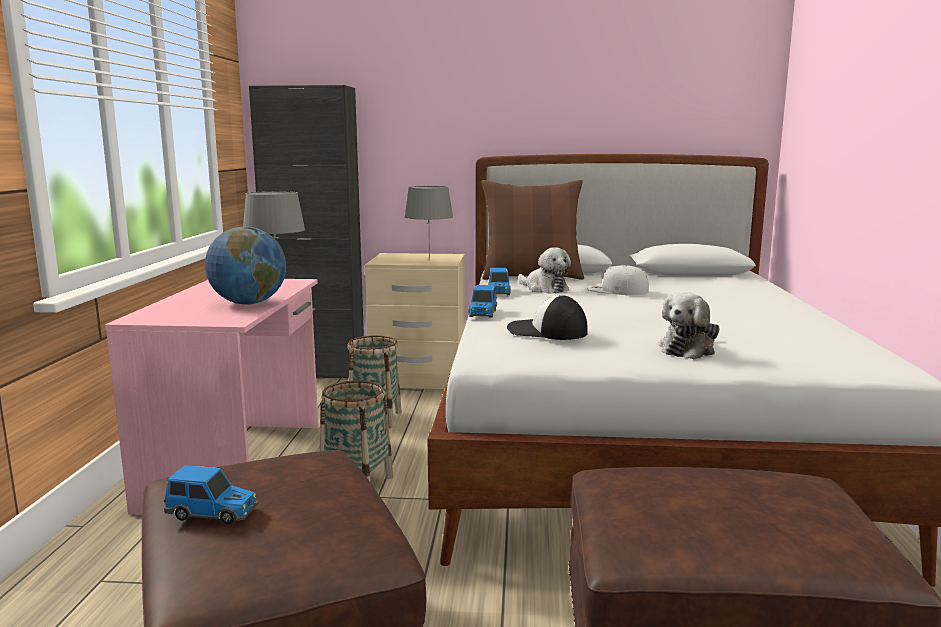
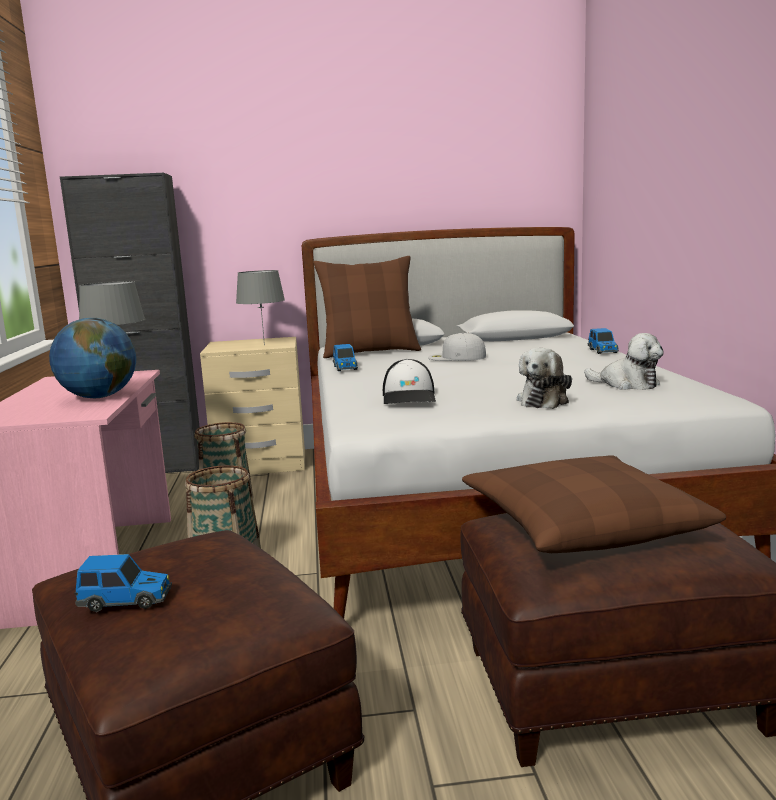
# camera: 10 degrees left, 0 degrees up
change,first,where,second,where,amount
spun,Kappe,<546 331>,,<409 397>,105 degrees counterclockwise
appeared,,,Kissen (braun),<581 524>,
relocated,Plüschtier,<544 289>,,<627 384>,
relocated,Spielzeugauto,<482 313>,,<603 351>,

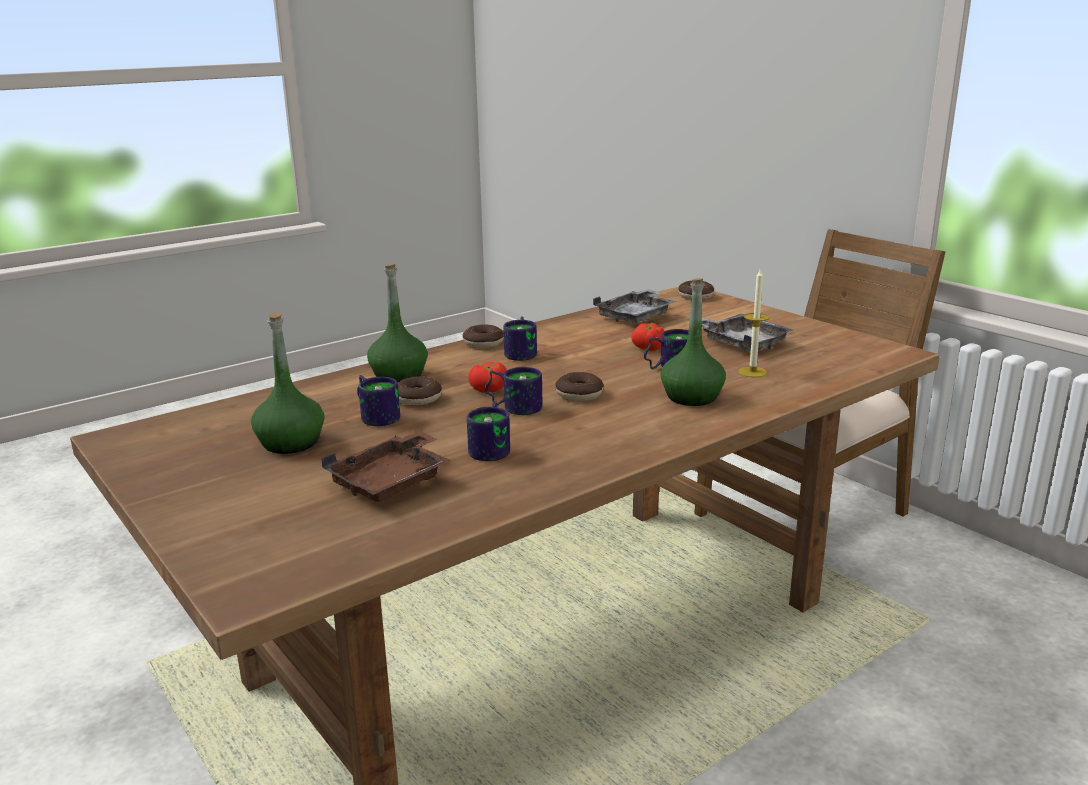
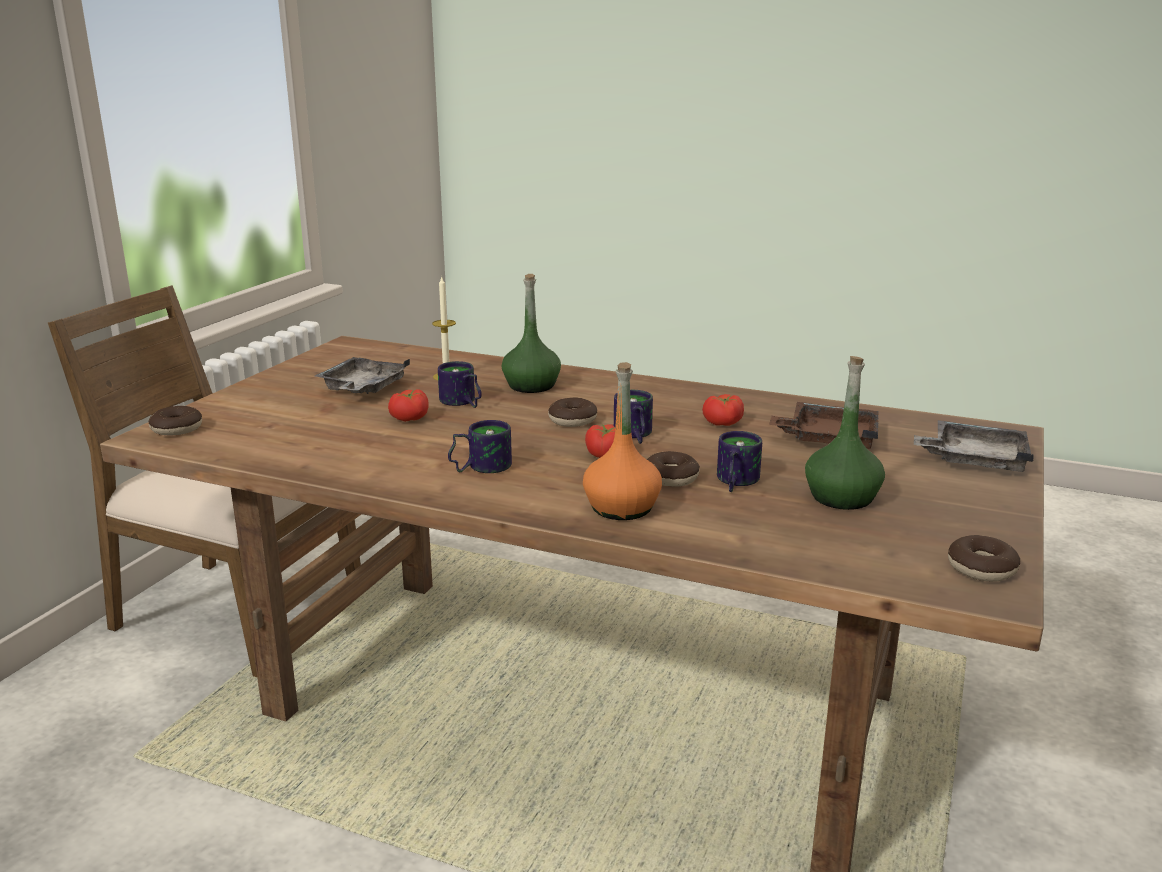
# camera: 120 degrees left, 0 degrees up
change,first,where,second,where,amount
colour,Flasche (grün),<398 375>,Flasche (orange),<622 508>,
exchanged,Henkelbecher,<493 448>,Tomate,<723 423>,
relocated,Tablett (grau),<636 316>,,<974 460>,
relocated,Donut,<483 343>,,<981 568>,

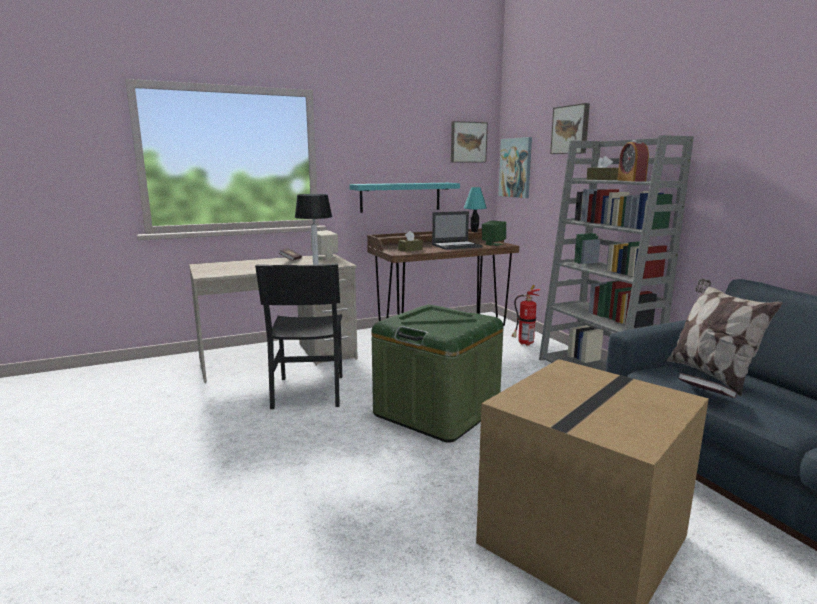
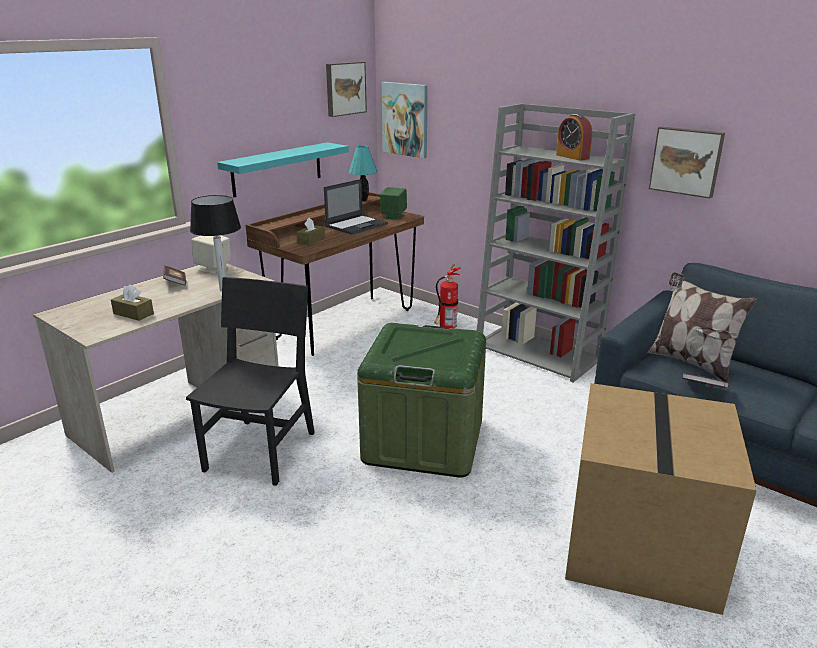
# camera: 25 degrees left, 10 degrees up
change,first,where,second,where,amount
relocated,Taschentuchbox (braun),<602 179>,,<133 314>,
spun,Stuhl (schwarz),<308 391>,,<261 451>,135 degrees counterclockwise
relocated,Bild,<571 129>,,<686 161>,

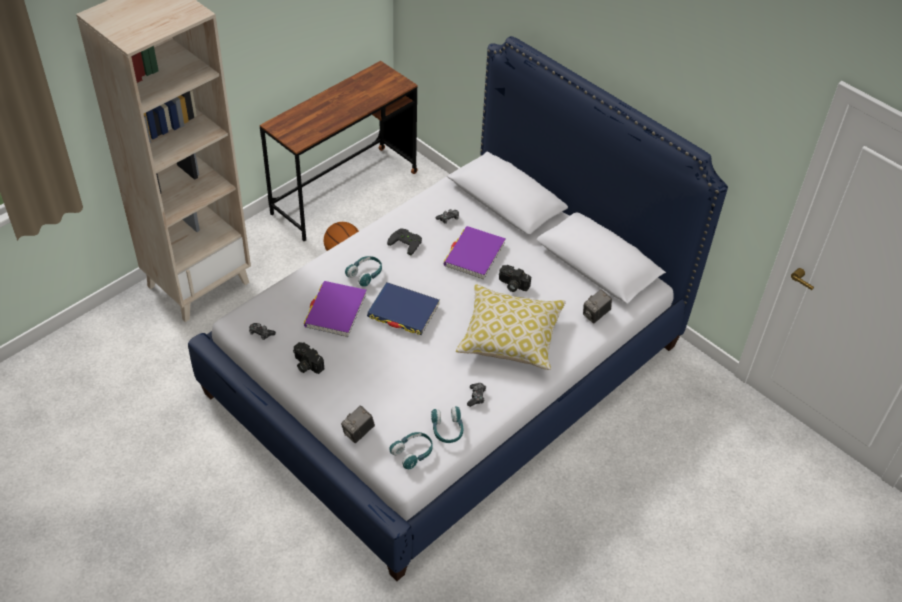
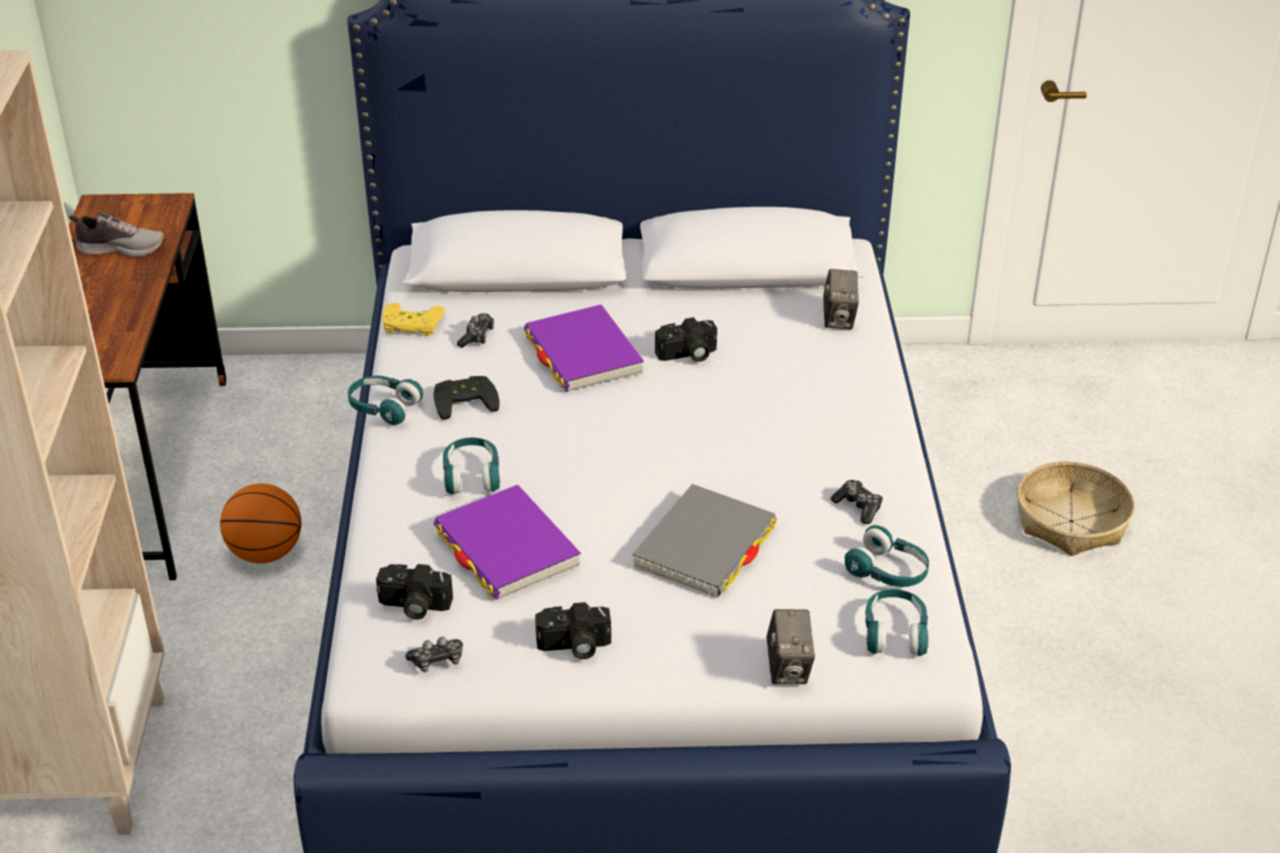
# camera: 45 degrees left, 10 degrees down
change,first,where,second,where,amount
appeared,,,Schuh,<122 248>,
appeared,,,Kopfhörer (türkis),<384 408>,
appeared,,,Kamera,<413 606>,
appeared,,,Gamepad (gelb),<411 325>,
appeared,,,Buch (grau),<705 546>,
appeared,,,Korb,<1071 521>,
missing,Buch (blau),<403 311>,,,
missing,Kissen,<510 337>,,,

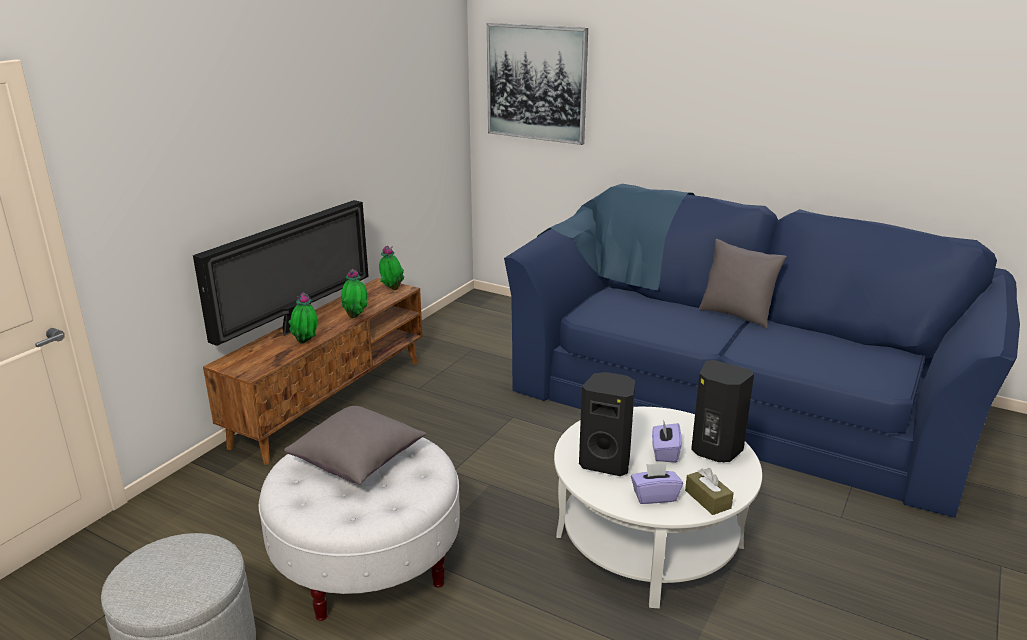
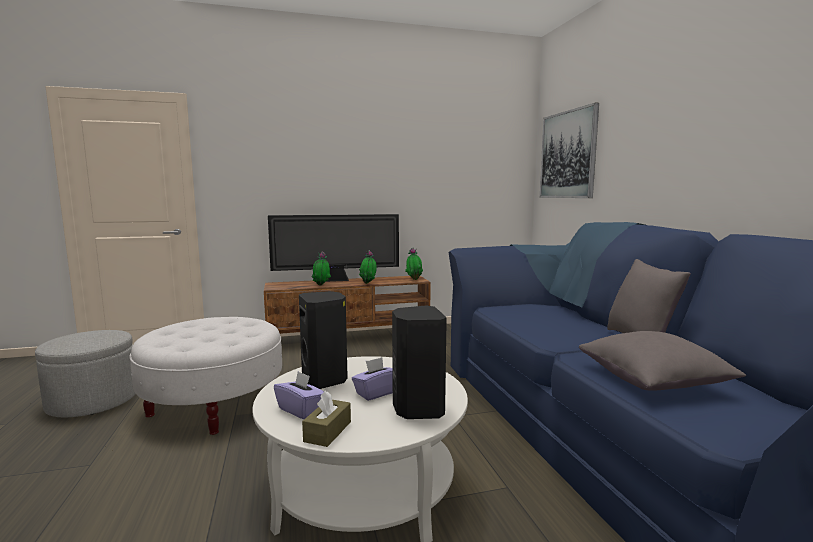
# camera: 45 degrees right, 15 degrees down
change,first,where,second,where,amount
relocated,Kissen (grau),<358 460>,,<653 381>,

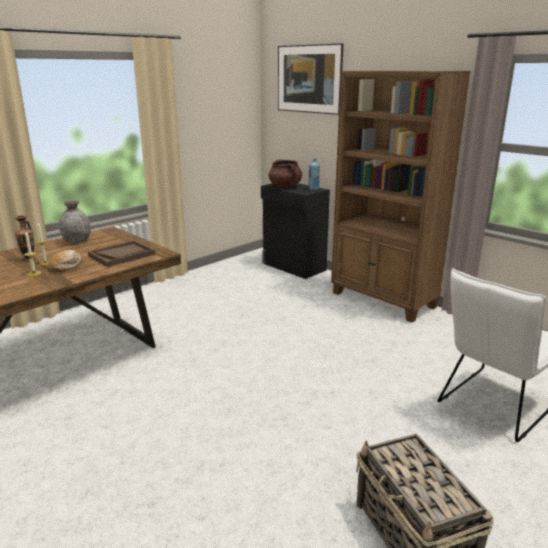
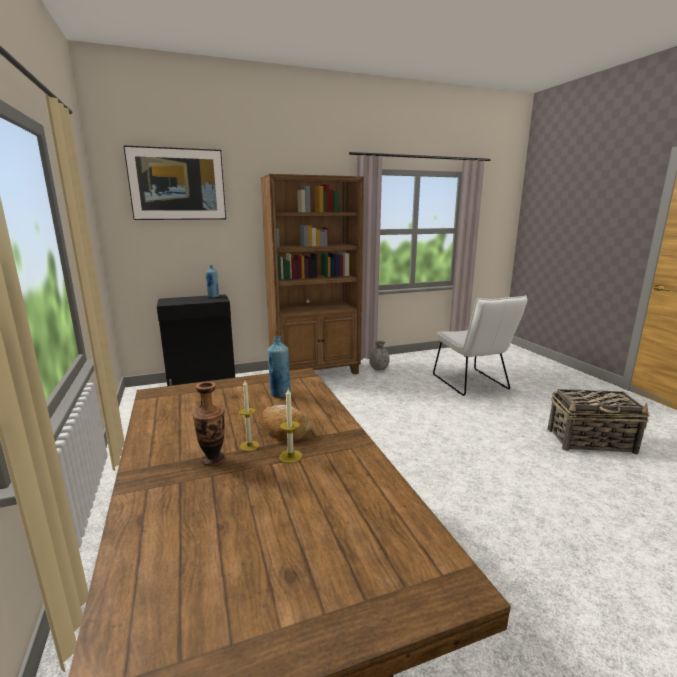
# camera: 65 degrees left, 5 degrees down
change,first,where,second,where,amount
exchanged,Tablett (braun),<122 255>,Flasche (blau),<280 394>,
relocated,Vase (grau),<77 241>,,<379 369>,
missing,Kochtopf (braun),<285 186>,,,

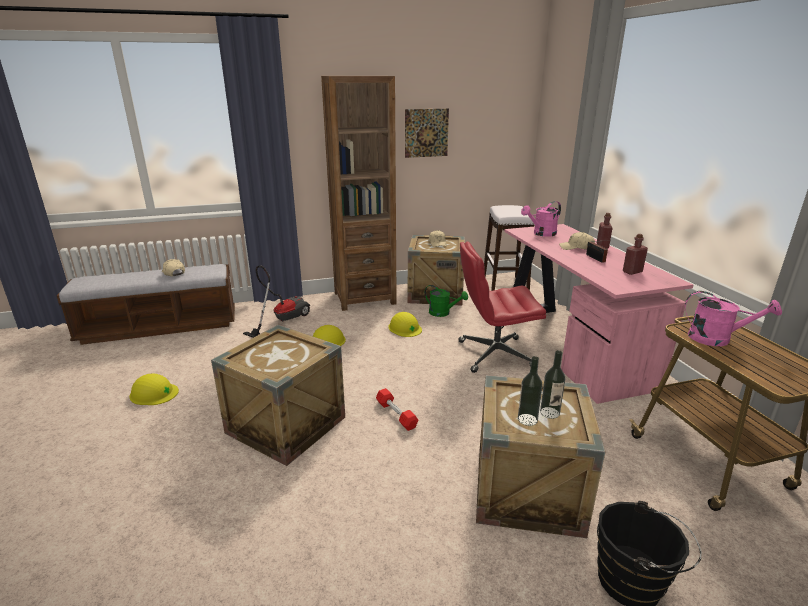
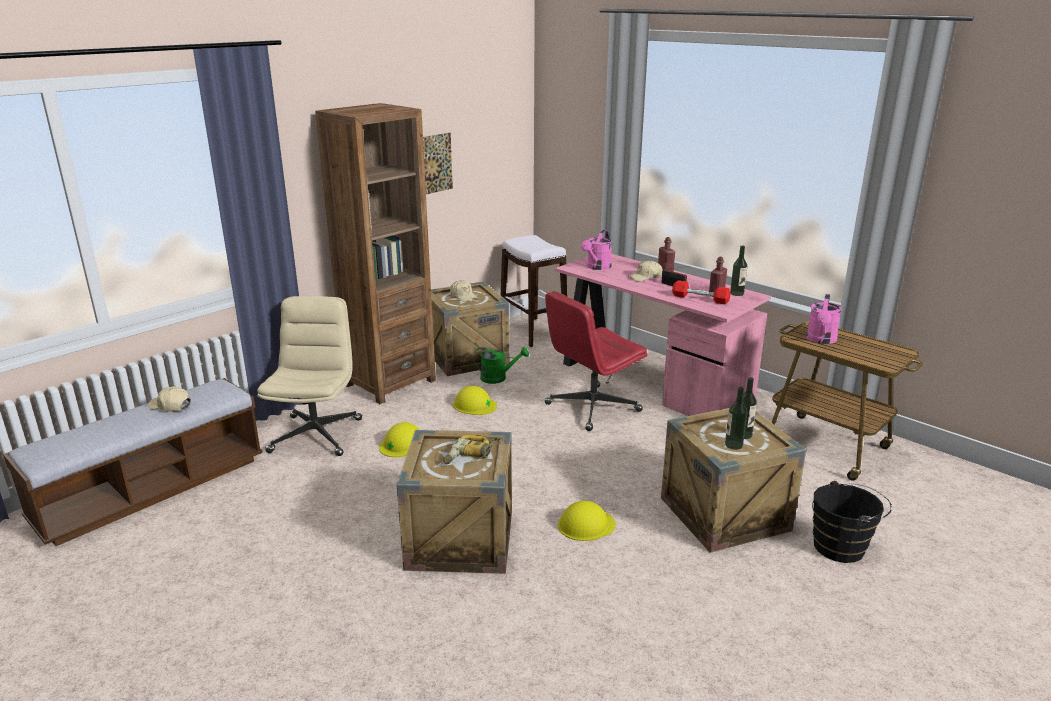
# camera: 30 degrees left, 0 degrees up
change,first,where,second,where,amount
exchanged,Staubsauger,<281 320>,Bürostuhl (beige),<316 435>,
appeared,,,Bohrmaschine,<471 456>,
relocated,Schutzhelm (gelb),<154 393>,,<586 525>,
relocated,Hantel (rot),<396 415>,,<700 299>,
appeared,,,Flasche,<737 293>,
spun,Gießkanne (rosa),<717 339>,,<821 340>,120 degrees clockwise

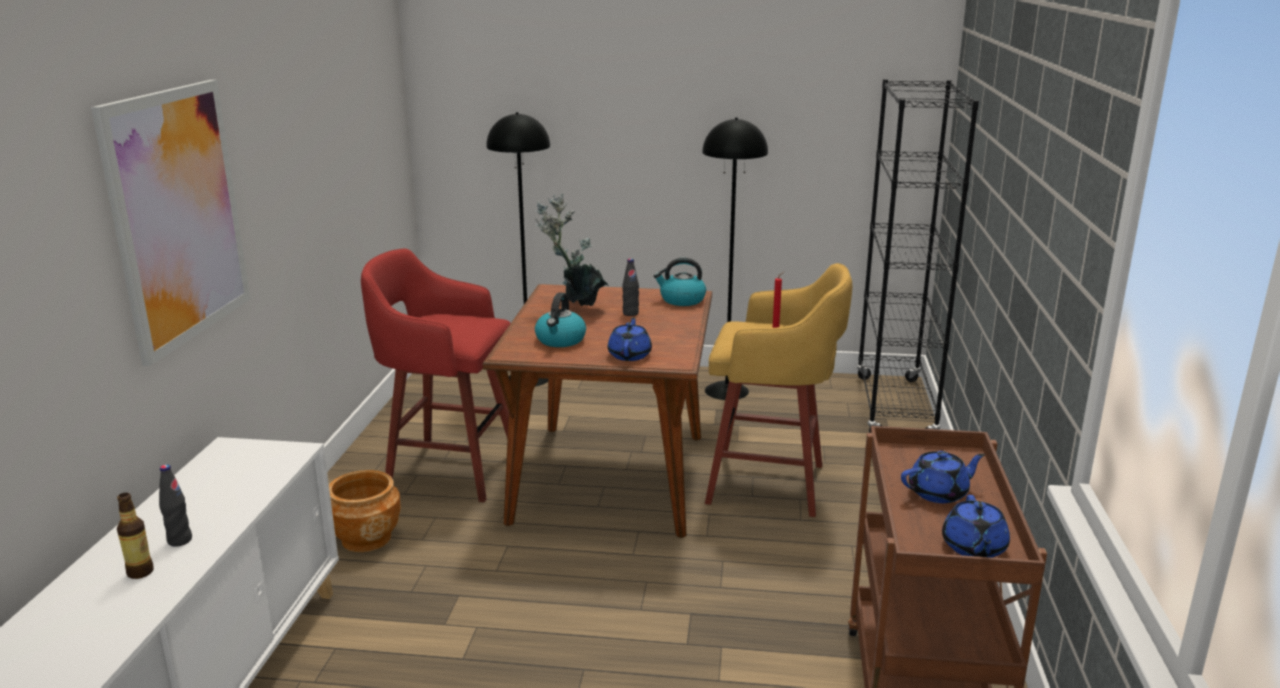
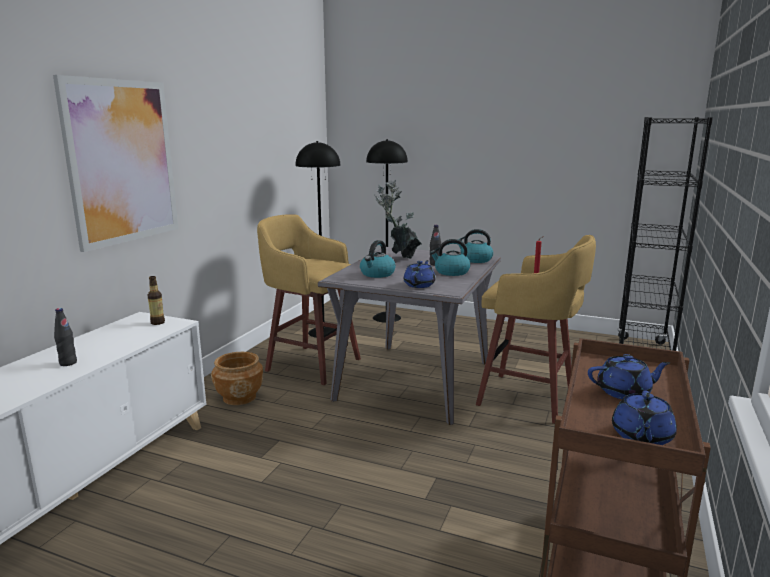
# camera: 15 degrees right, 5 degrees down
change,first,where,second,where,amount
relocated,Flasche,<140 572>,,<157 322>,
colour,Hocker (rot),<449 470>,Hocker (gelb),<311 364>,
relocated,Stehlampe (schwarz),<726 390>,,<323 332>,
colour,Esstisch (braun),<610 477>,Esstisch (grau),<415 380>,
appeared,,,Wasserkessel,<451 272>,

